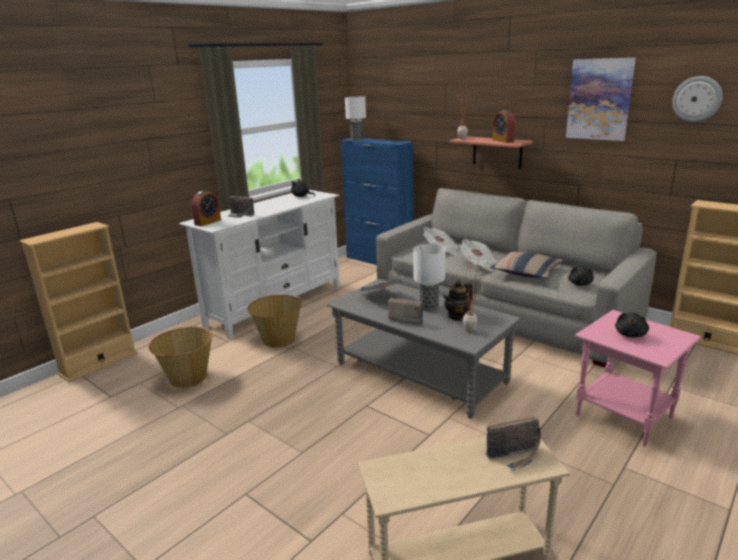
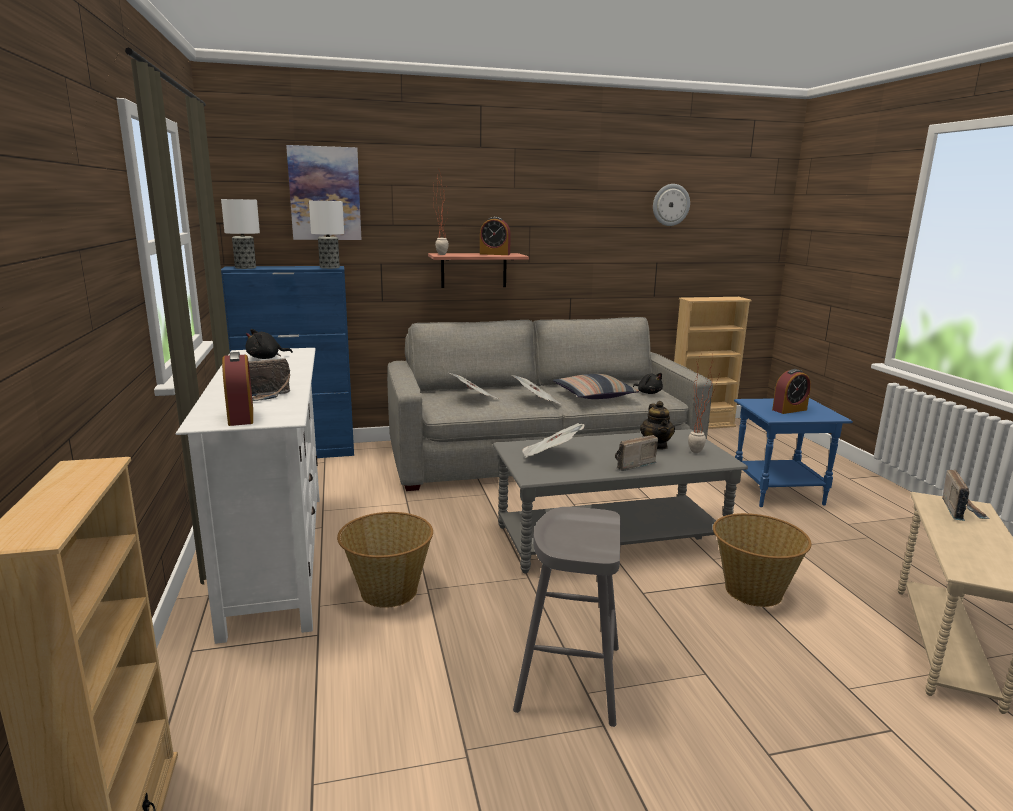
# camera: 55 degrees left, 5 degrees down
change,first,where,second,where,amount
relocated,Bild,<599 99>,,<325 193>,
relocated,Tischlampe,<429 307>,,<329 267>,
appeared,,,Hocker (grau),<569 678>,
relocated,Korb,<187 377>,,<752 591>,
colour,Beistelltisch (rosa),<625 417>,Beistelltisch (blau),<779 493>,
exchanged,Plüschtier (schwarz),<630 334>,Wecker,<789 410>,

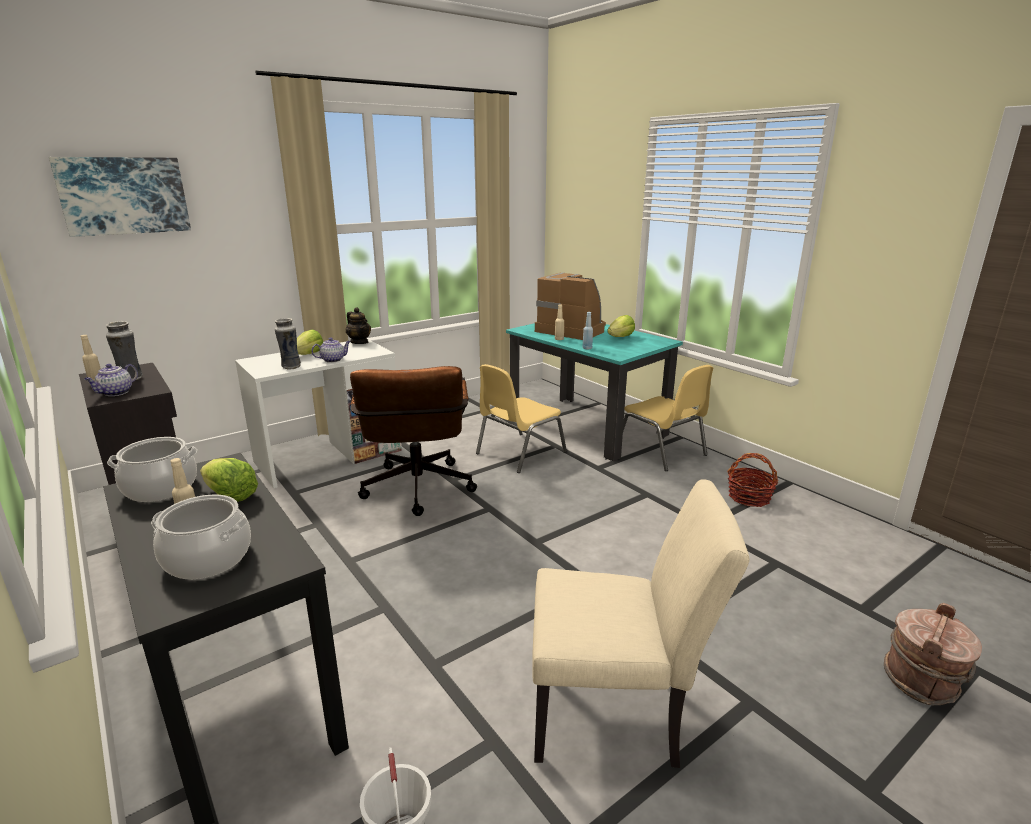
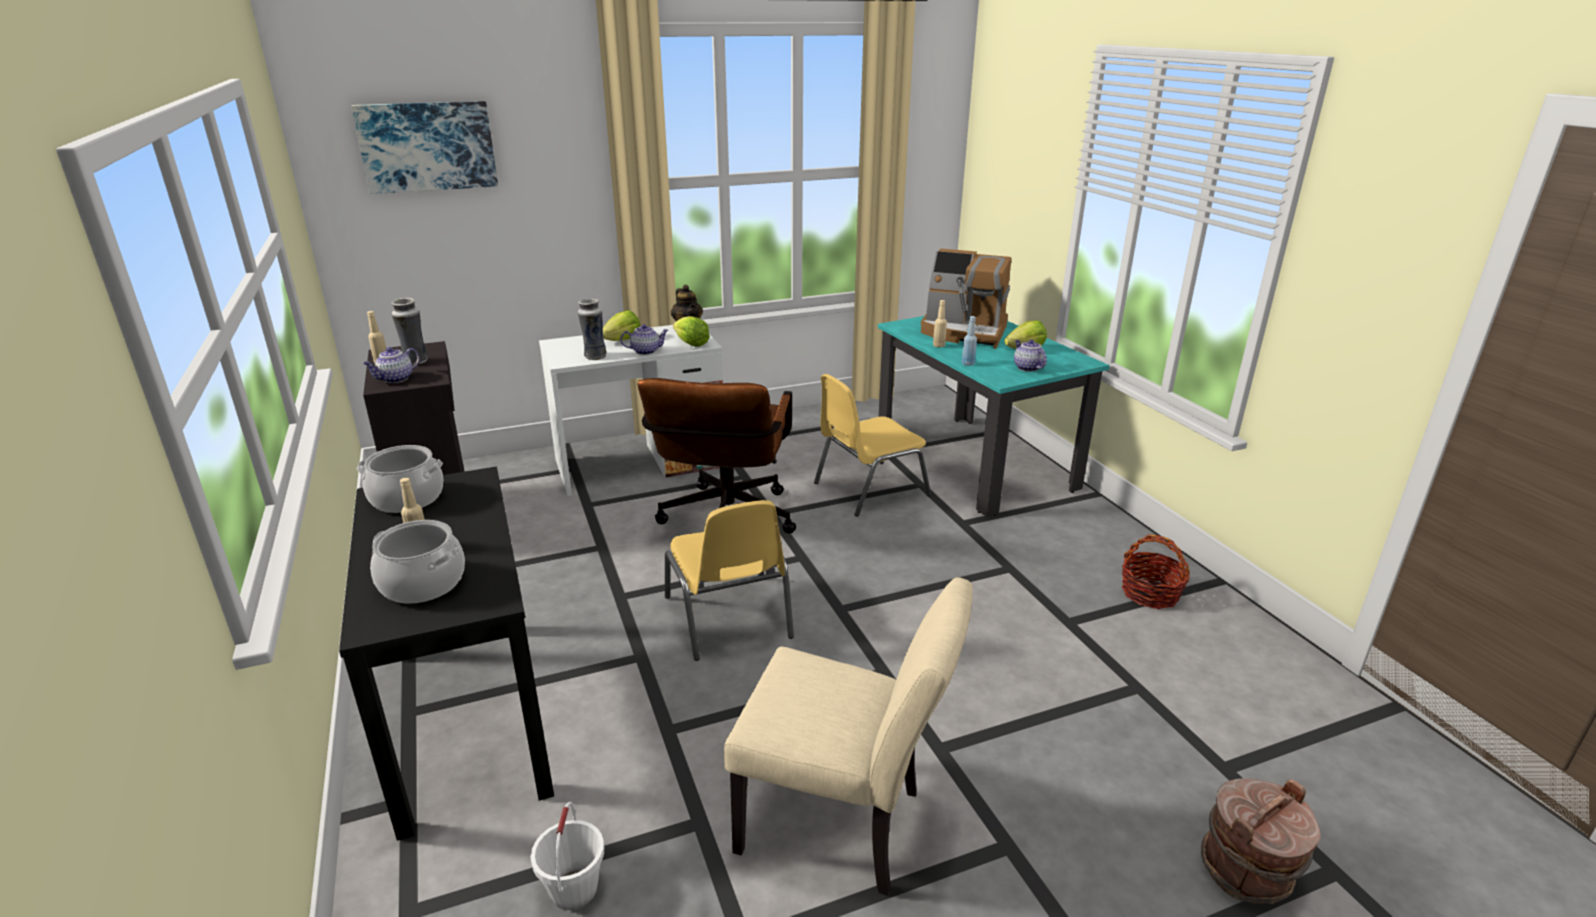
# camera: 15 degrees right, 5 degrees up
change,first,where,second,where,amount
relocated,Stuhl (gelb),<661 452>,,<729 618>,
relocated,Salatkopf,<230 496>,,<691 344>,
spun,Kaffeemaschine,<571 330>,,<964 332>,150 degrees clockwise
appeared,,,Teekanne,<1027 368>,

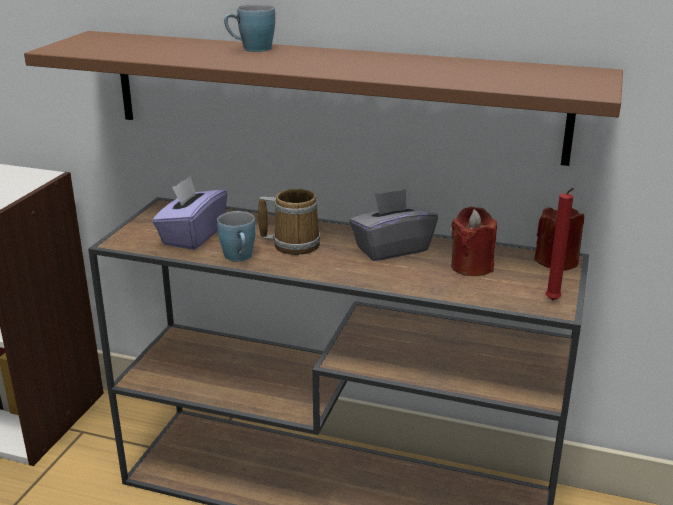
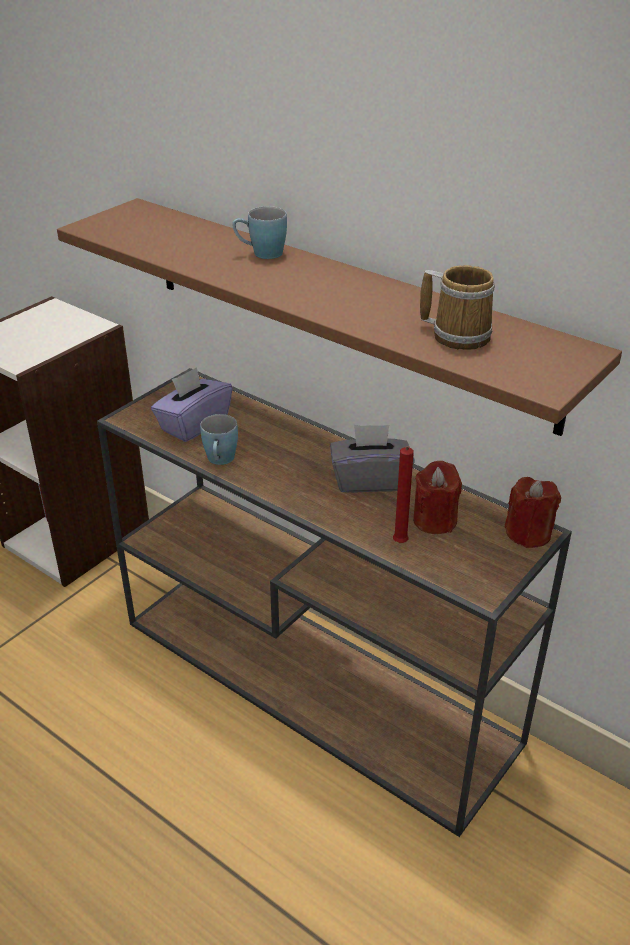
# camera: 20 degrees right, 10 degrees up
change,first,where,second,where,amount
relocated,Kerze (rot),<553 301>,,<399 544>,
relocated,Henkelbecher,<293 244>,,<458 334>,

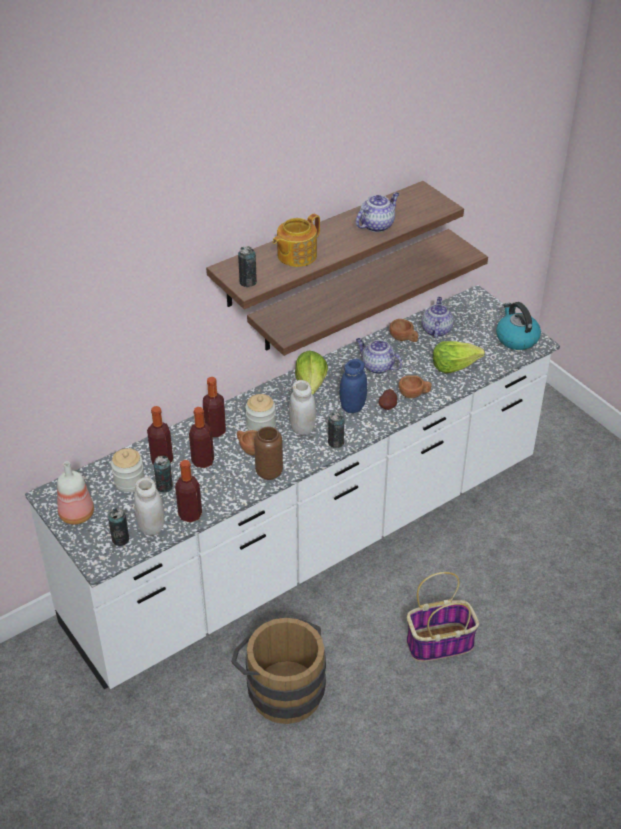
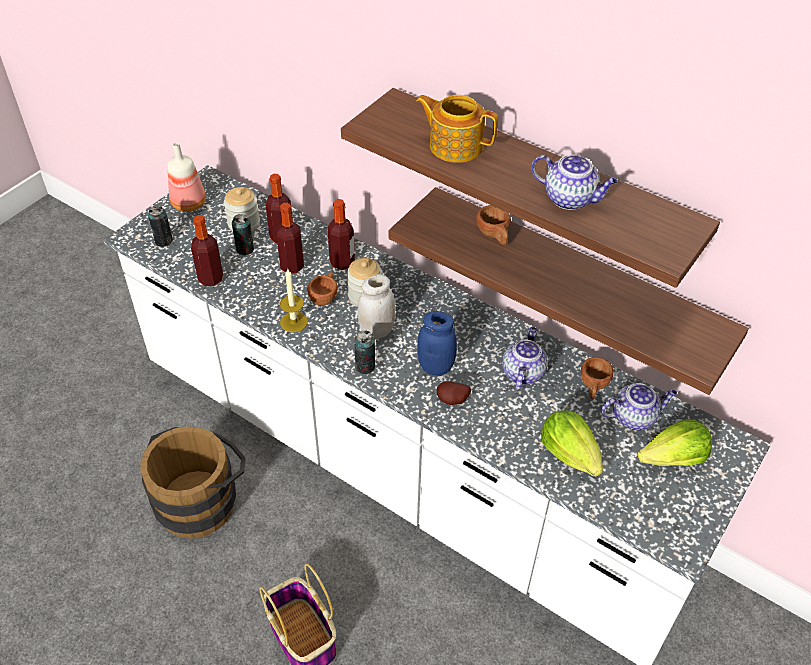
# camera: 70 degrees right, 5 degrees up
change,first,where,second,where,amount
exchanged,Vase (braun),<269 472>,Kerze,<294 322>,
relocated,Tasse (braun),<414 394>,,<494 235>,
relocated,Salatkopf,<311 384>,,<673 459>,
missing,Vorratsglas (weiß),<151 527>,,,
missing,Dose,<248 282>,,,
missing,Wasserkessel,<516 338>,,,

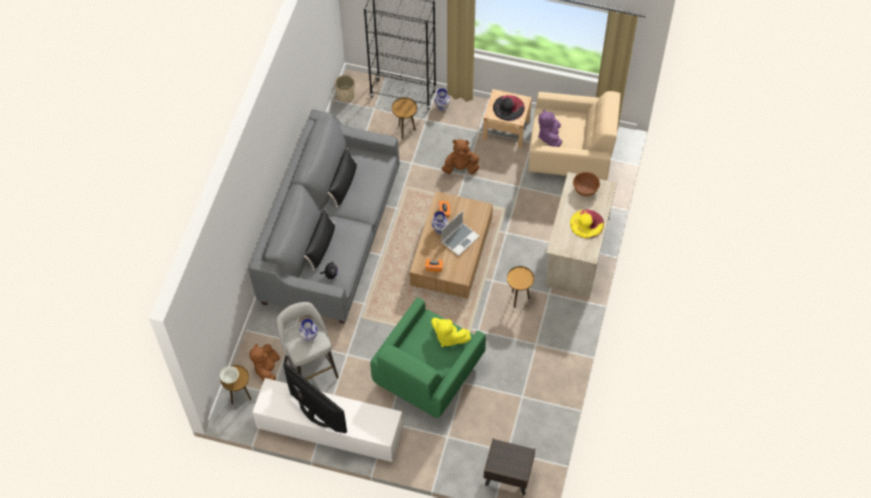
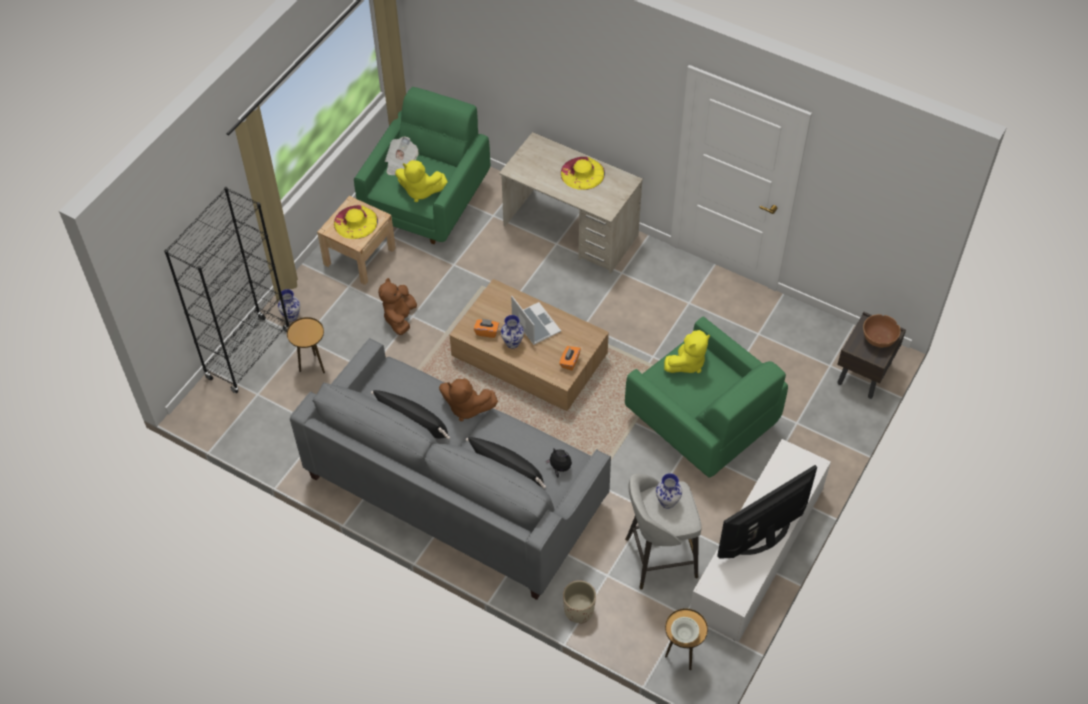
# camera: 75 degrees left, 5 degrees down
change,first,where,second,where,amount
colour,Hut (schwarz),<508 107>,Hut (gelb),<355 222>,
colour,Sessel (beige),<570 155>,Sessel (grün),<427 202>,
appeared,,,Zeitung,<400 164>,
colour,Plüschtier (lila),<549 136>,Plüschtier (gelb),<420 191>,
relocated,Plüschtier (braun),<267 369>,,<466 407>,
relocated,Pflanzkübel (beige),<345 95>,,<578 610>,
relocated,Schüssel (braun),<585 189>,,<878 339>,
missing,Beistelltisch (braun),<518 299>,,,

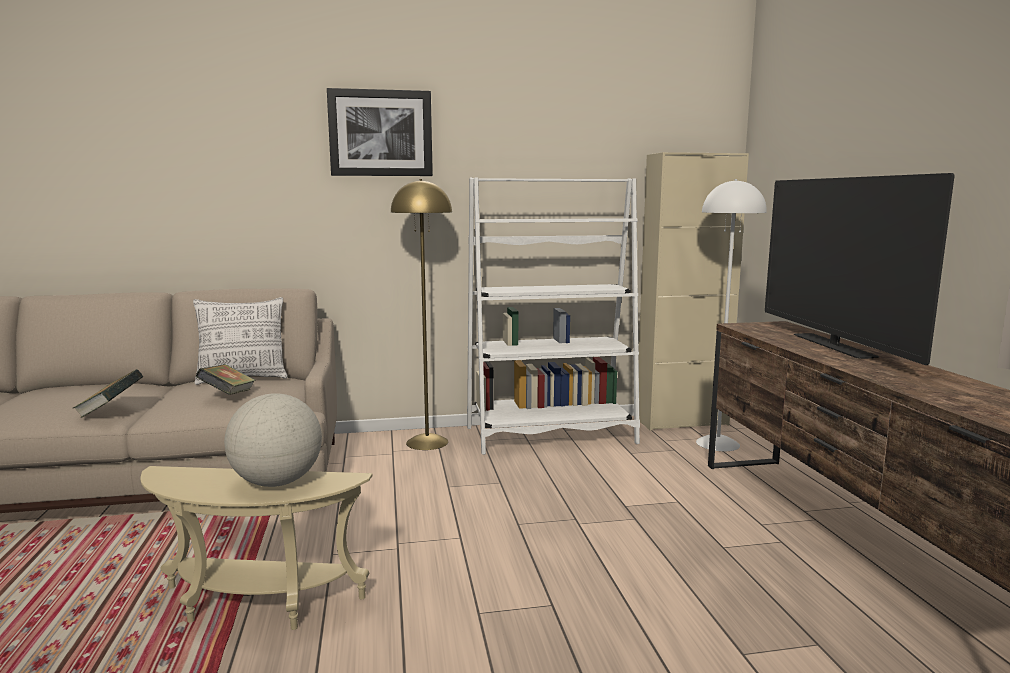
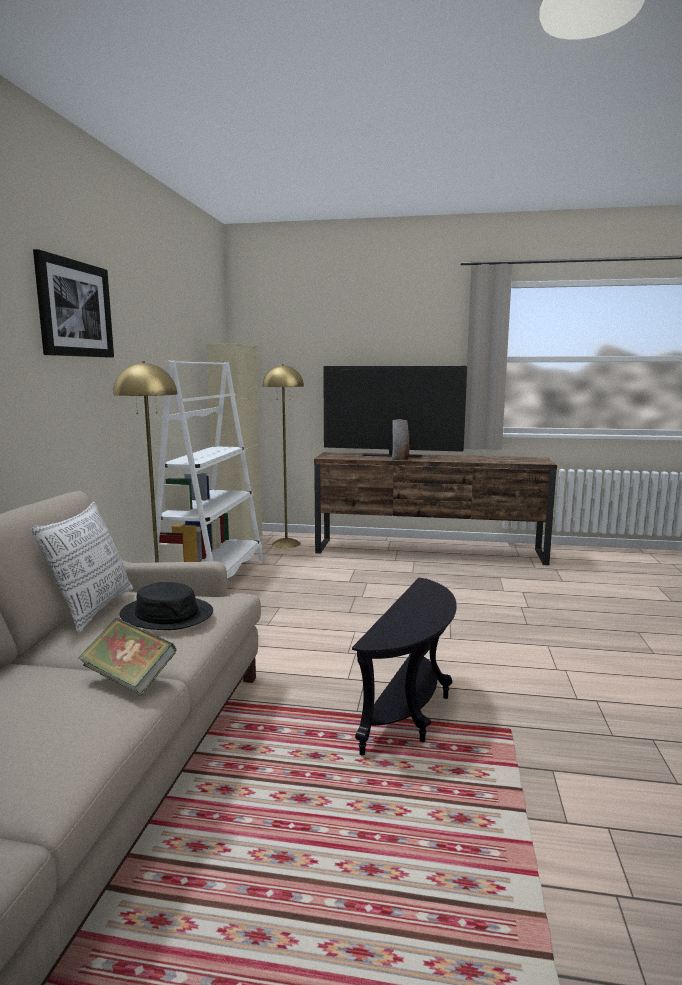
# camera: 70 degrees left, 0 degrees up
change,first,where,second,where,amount
exchanged,Buch,<228 396>,Hut (schwarz),<167 614>,
colour,Stehlampe (weiß),<718 443>,Stehlampe (gelb),<286 543>,
colour,Beistelltisch (beige),<255 607>,Beistelltisch (schwarz),<411 713>,
appeared,,,Vase,<400 459>,
missing,Globus,<277 482>,,,

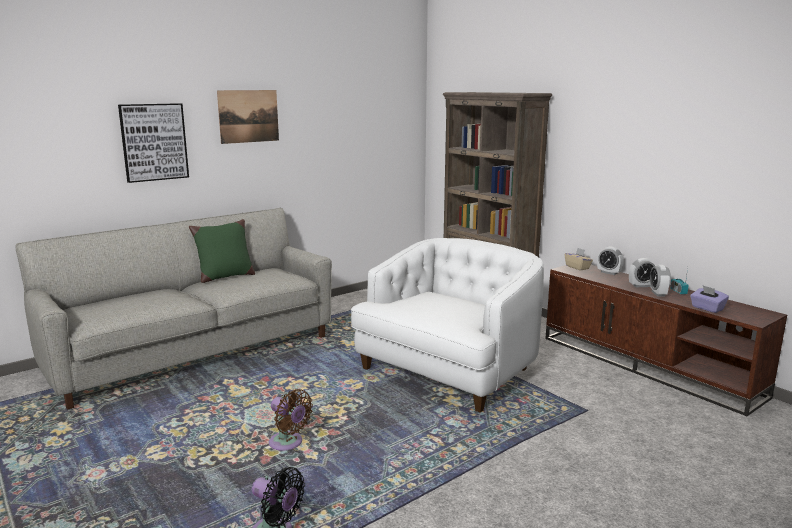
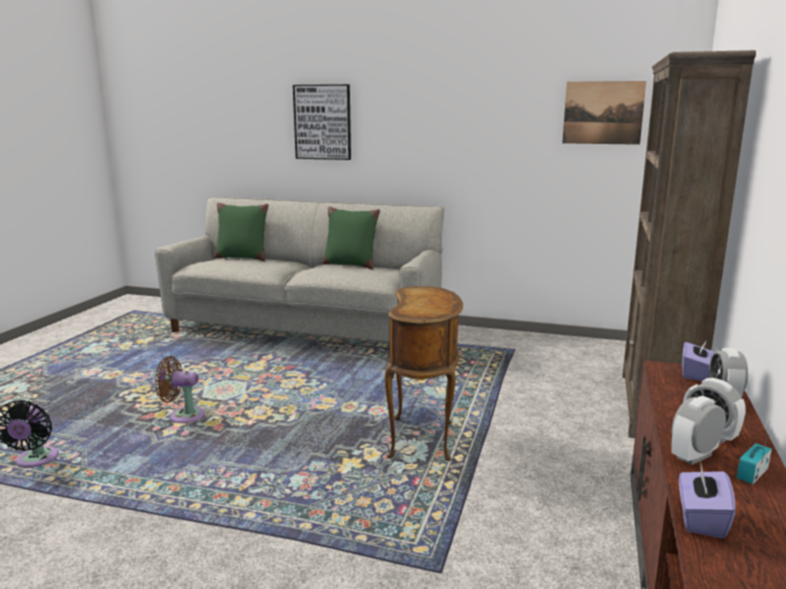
# camera: 55 degrees right, 0 degrees up
change,first,where,second,where,amount
spun,Ventilator (braun),<288 443>,,<183 416>,90 degrees clockwise
appeared,,,Kissen (grün),<241 258>,
exchanged,Sessel (weiß),<448 371>,Beistelltisch (braun),<424 440>,
relocated,Bild,<248 116>,,<603 113>,
colour,Taschentuchbox (beige),<577 267>,Taschentuchbox (lila),<696 374>,

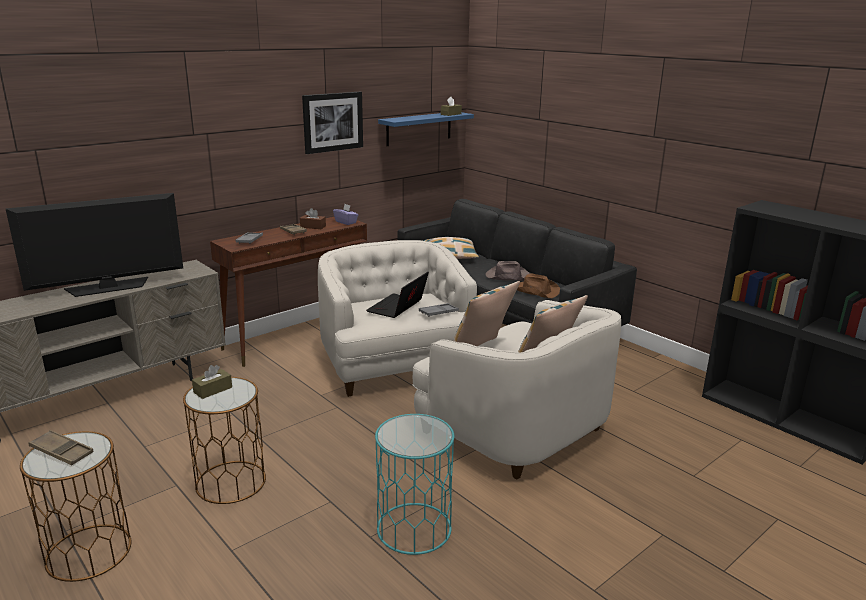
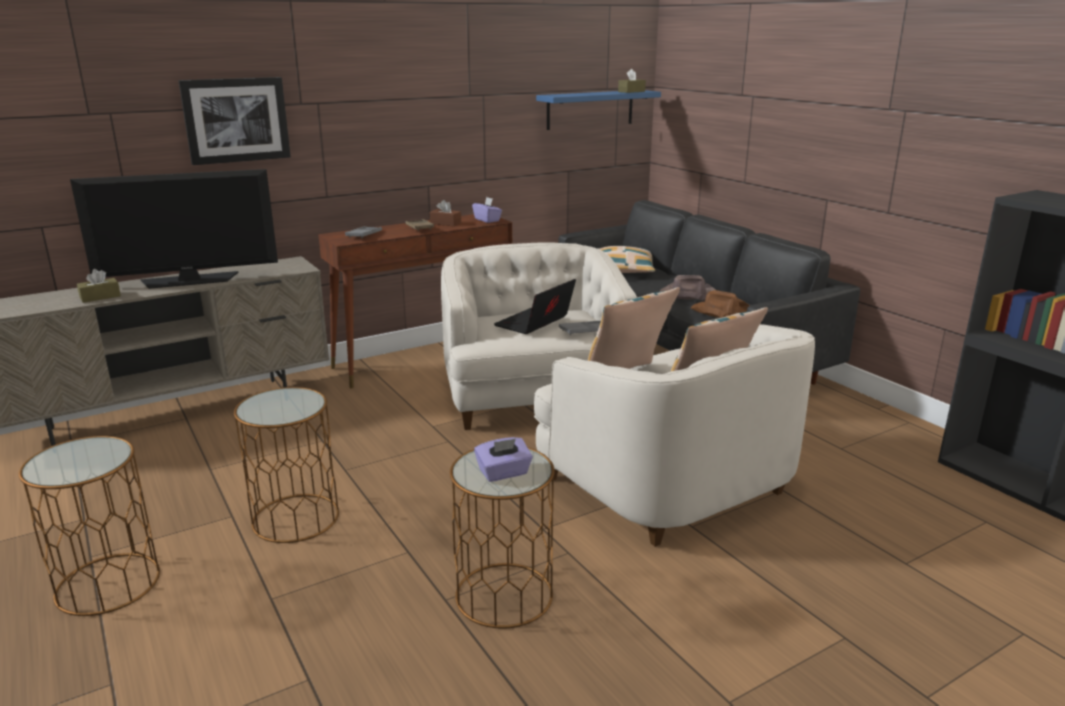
# camera: 10 degrees right, 0 degrees up
change,first,where,second,where,amount
relocated,Taschentuchbox (braun),<213 390>,,<100 297>,
relocated,Bild,<332 122>,,<236 120>,
colour,Beistelltisch (türkis),<413 528>,Beistelltisch (braun),<504 594>,
appeared,,,Taschentuchbox (lila),<504 473>,
missing,Tablett (braun),<62 451>,,,

